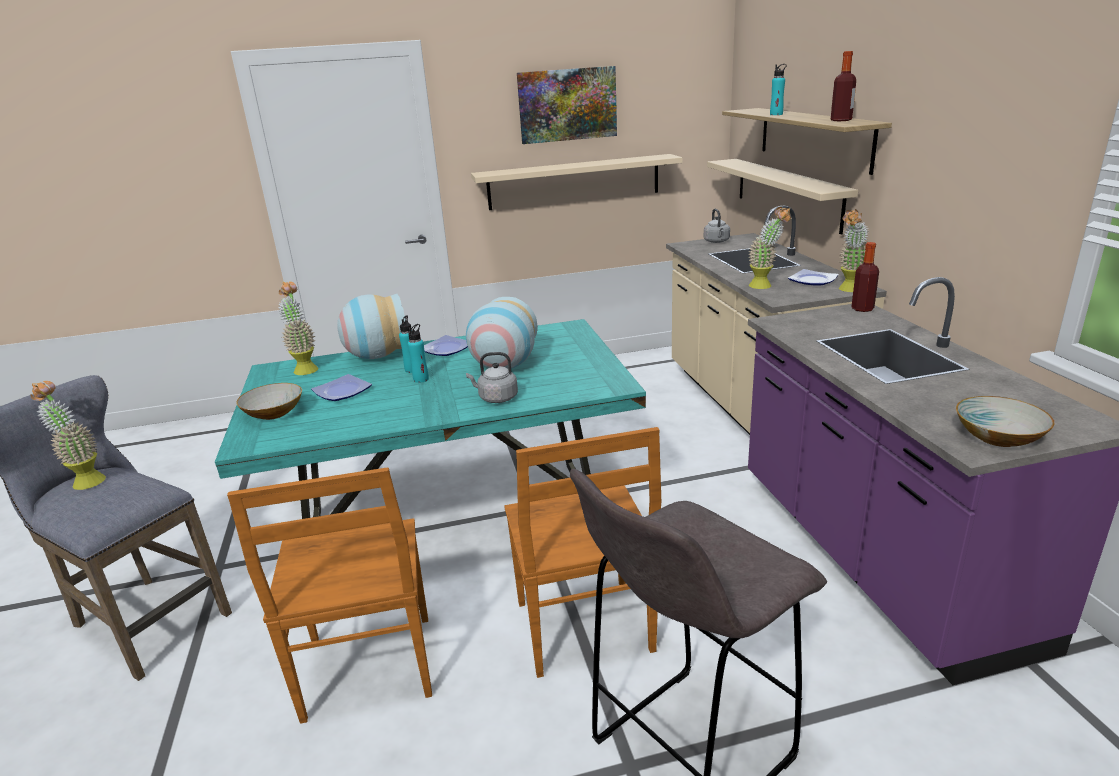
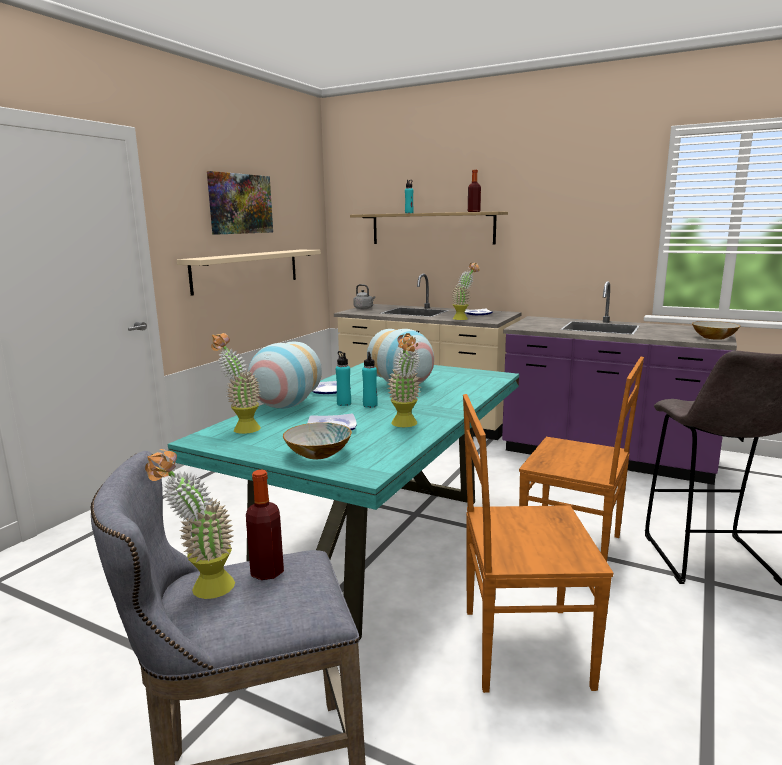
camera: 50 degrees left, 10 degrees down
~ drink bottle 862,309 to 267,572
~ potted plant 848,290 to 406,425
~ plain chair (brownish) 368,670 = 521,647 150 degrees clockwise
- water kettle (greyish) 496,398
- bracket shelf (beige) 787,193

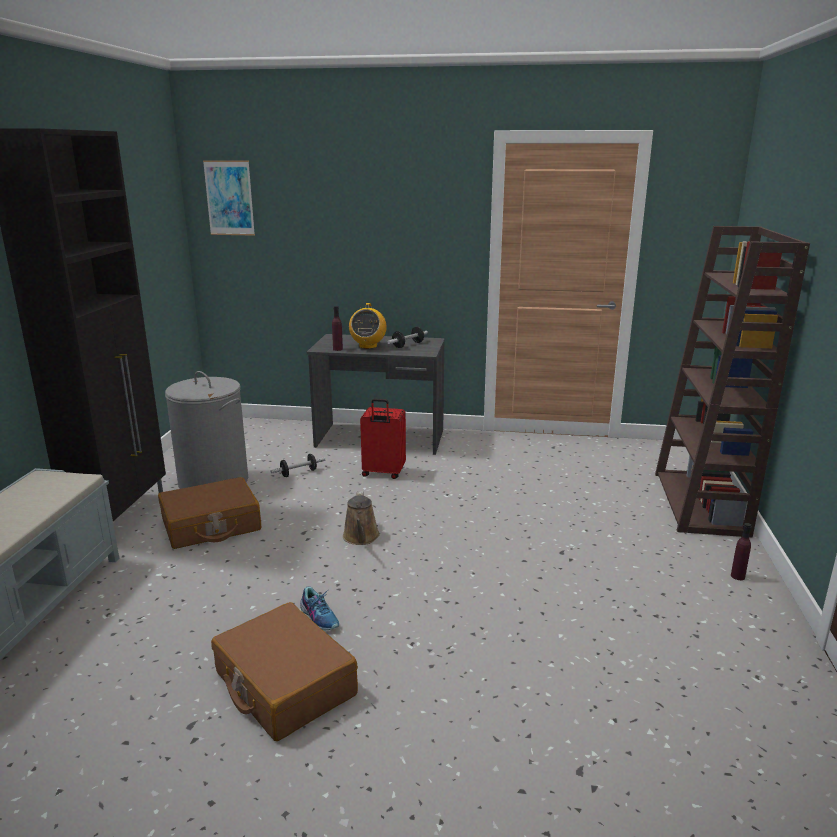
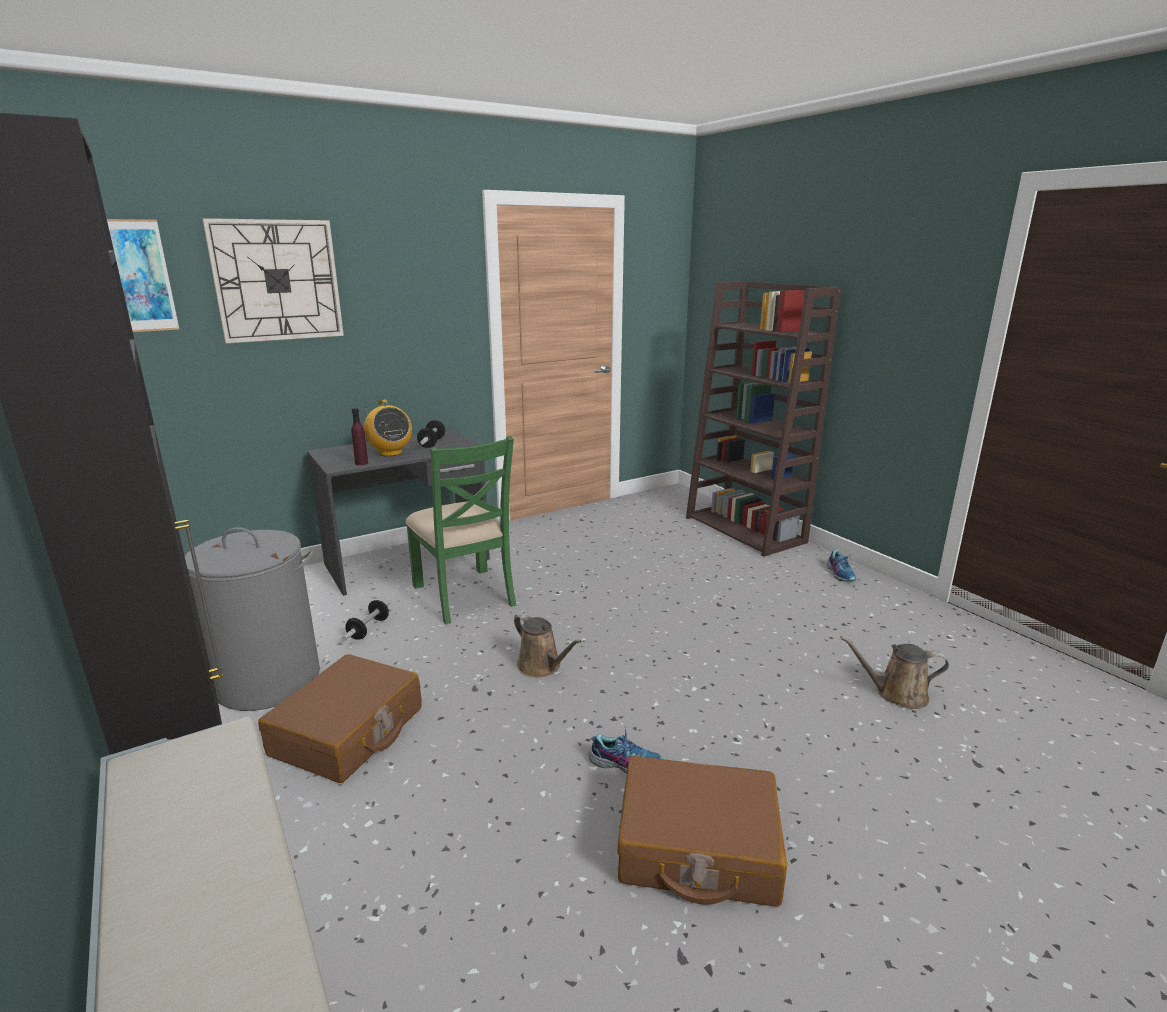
camera: 40 degrees left, 0 degrees up
+ hanging clock 277,280
~ suitcase (red) 383,473 to plain chair (greenish) 465,595
~ drink bottle (purple) 737,576 to item of footwear 841,573
+ watering pot (brownish) 896,694

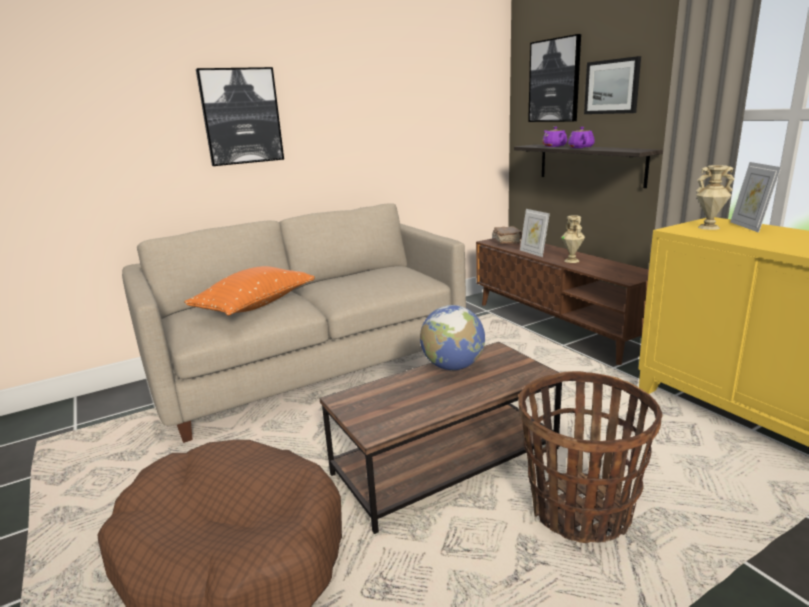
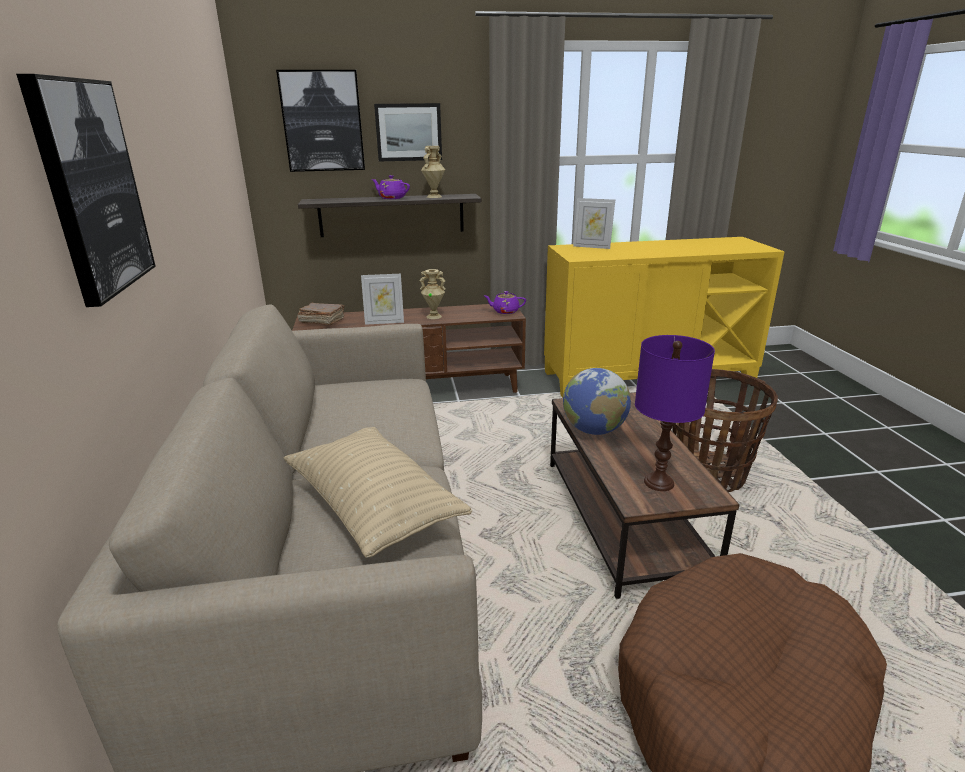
camera: 70 degrees left, 5 degrees up
~ cushion (orange) 255,306 to cushion (beige) 373,506
~ decorative vase (beige) 708,227 to 434,197
~ tea pot (purple) 554,146 to 505,311
+ table lamp (purple) 658,482

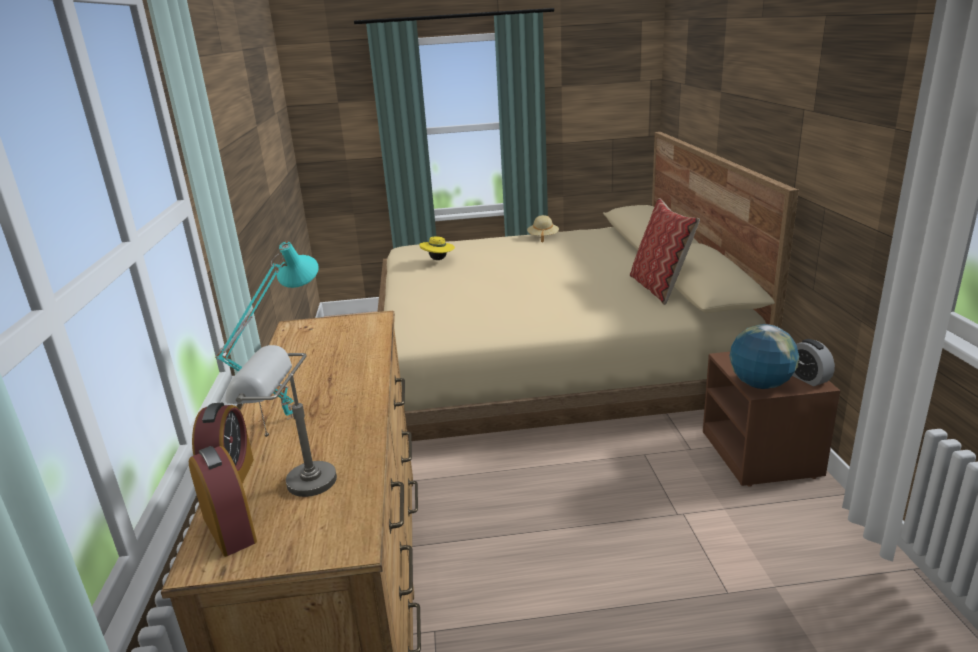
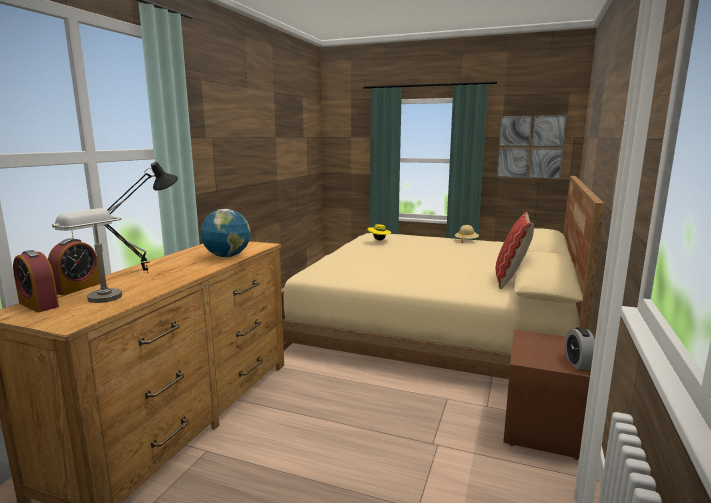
camera: 25 degrees right, 10 degrees down
~ bedside clock 229,529 = 38,305 135 degrees clockwise
~ table lamp (blue-green) 288,417 to table lamp (blackish) 146,272
~ world globe 760,384 to 227,256
+ wall picture 530,147

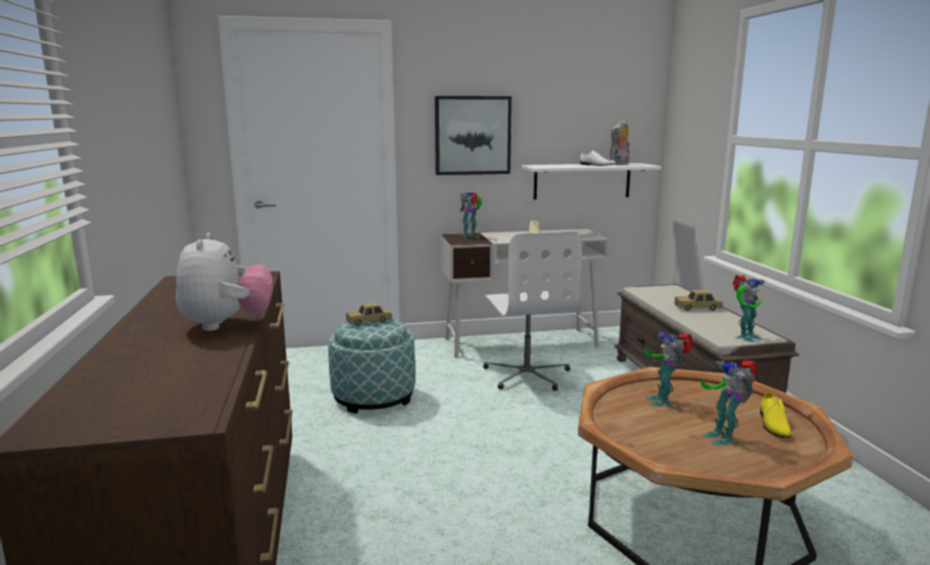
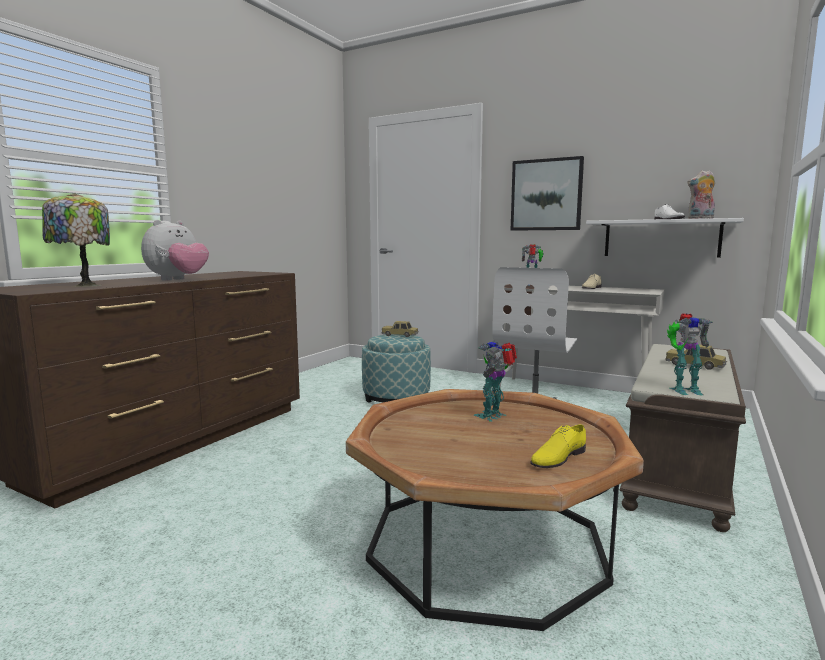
camera: 40 degrees right, 5 degrees down
+ table lamp 84,285
- toy robot 723,437

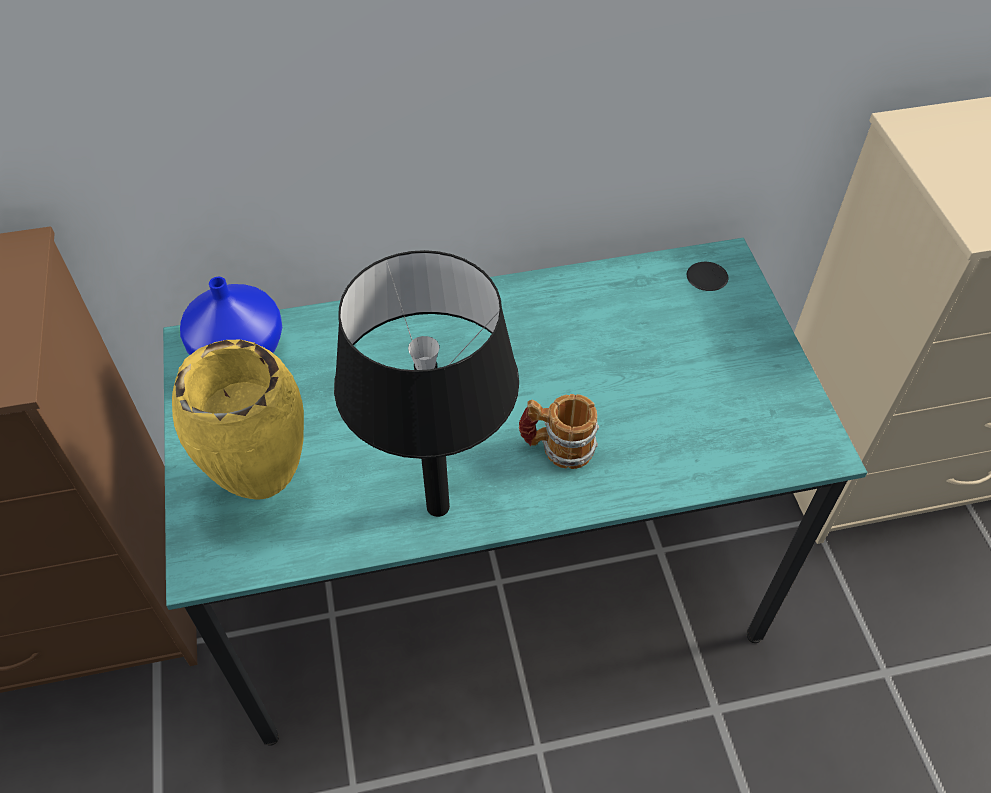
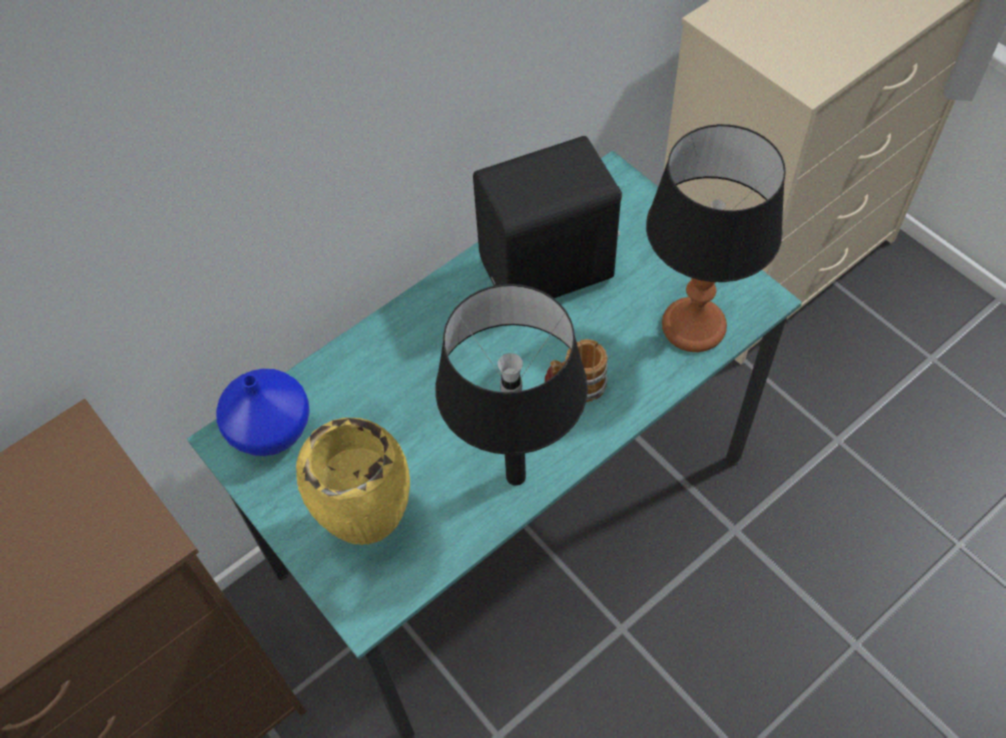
camera: 25 degrees left, 5 degrees up
+ speaker (blackish) 549,271
+ table lamp 694,327

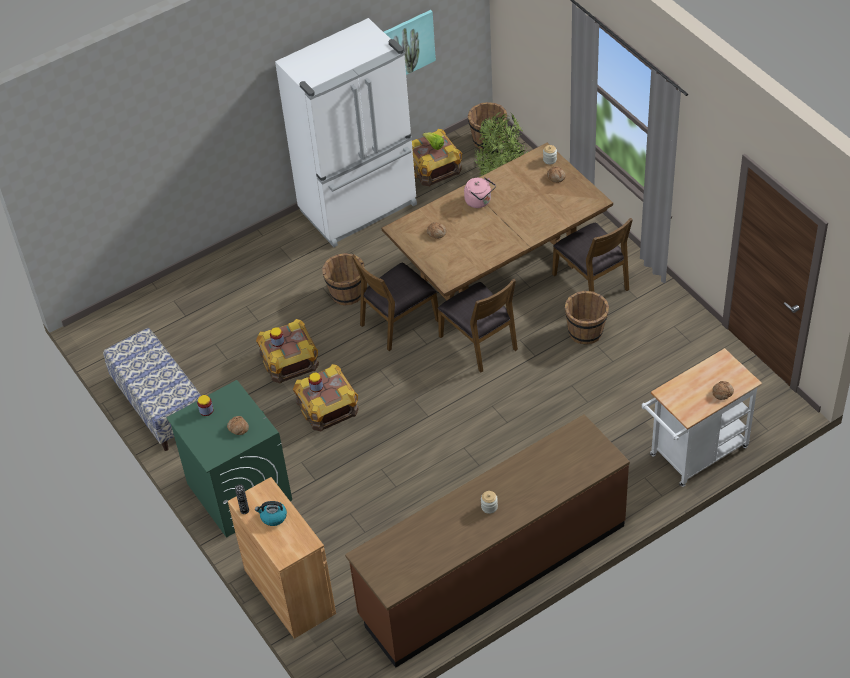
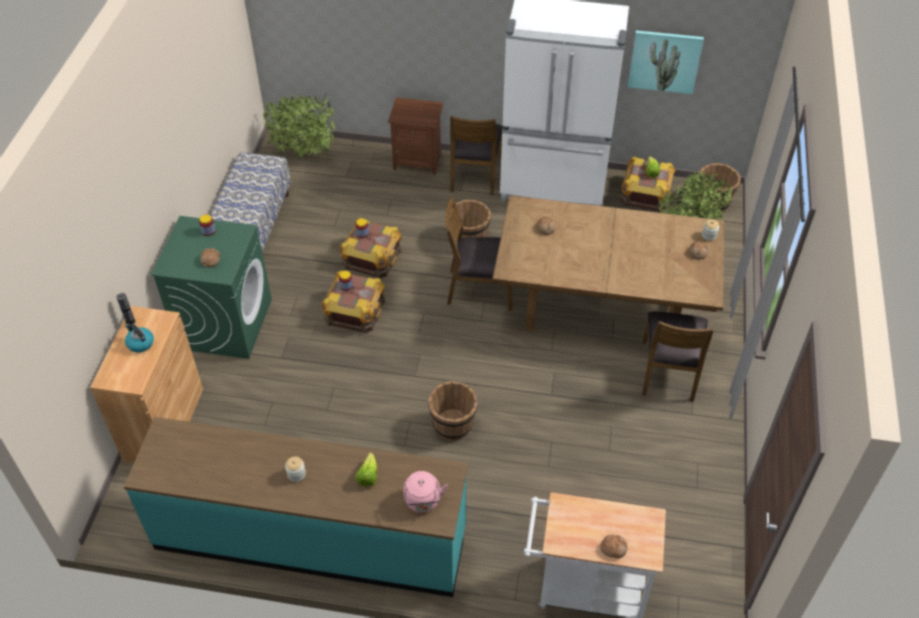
camera: 40 degrees right, 0 degrees up
~ kitchen base unit (brownish) 492,570 to kitchen base unit (blue-green) 311,538
+ potted plant 305,155
+ lettuce 368,476
+ night table (brownish) 418,160
~ water kettle (pinkish) 479,201 to 423,502
~ pail (brownish) 586,332 to 453,426
~ plain chair (brownish) 479,342 to 474,174

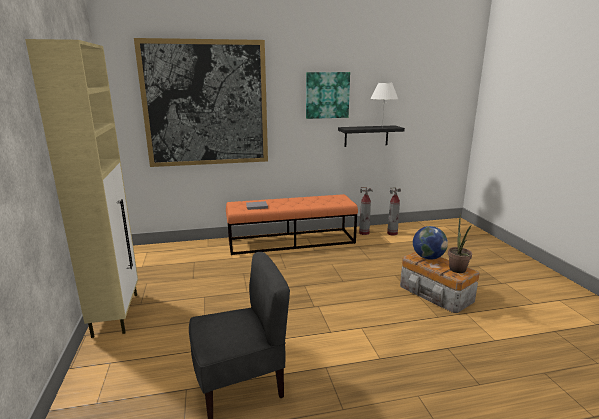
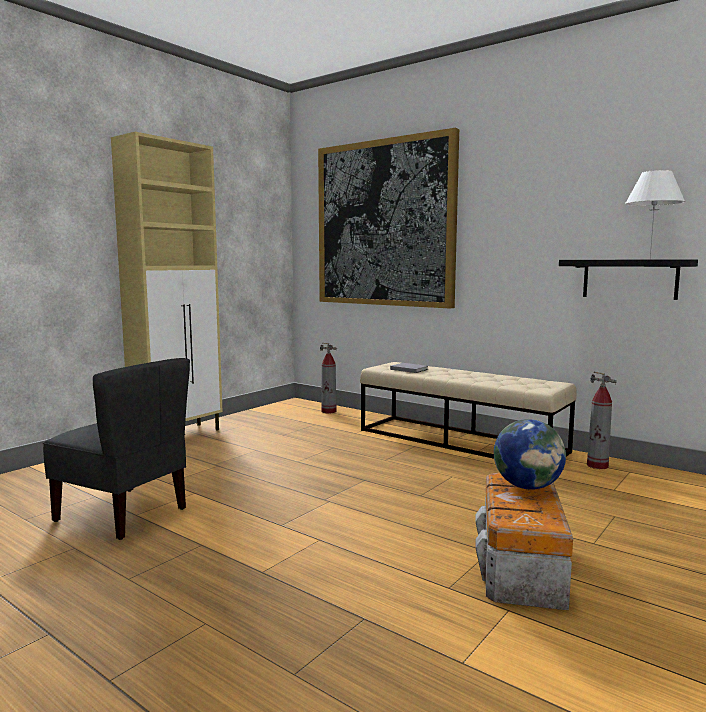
camera: 50 degrees right, 10 degrees down
~ fire extinguisher 392,233 to 329,411
~ long seat (orange) 291,241 to long seat (beige) 460,441
- wall picture 327,95
- potted plant 458,271

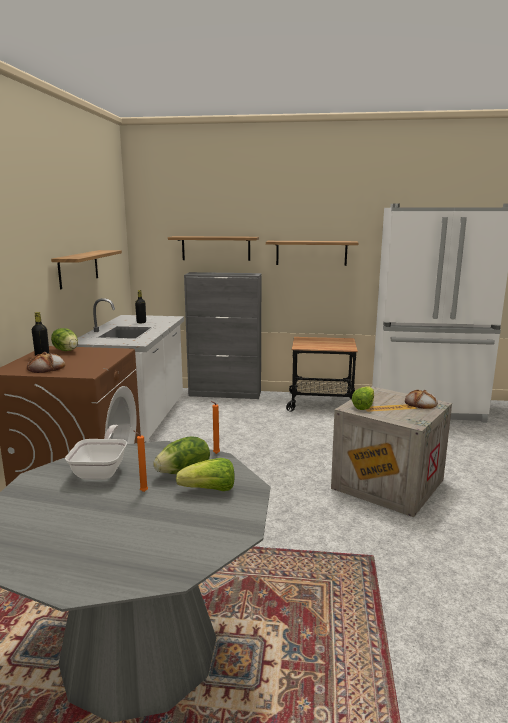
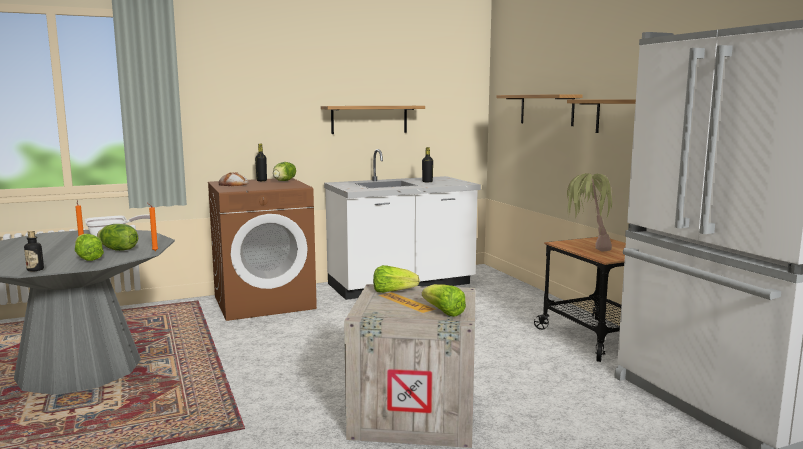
camera: 60 degrees right, 5 degrees down
+ drink bottle 35,270
~ bakery bread 421,403 to lettuce 443,312
+ potted plant 587,248
- storage cabinet (greyish) 225,394

